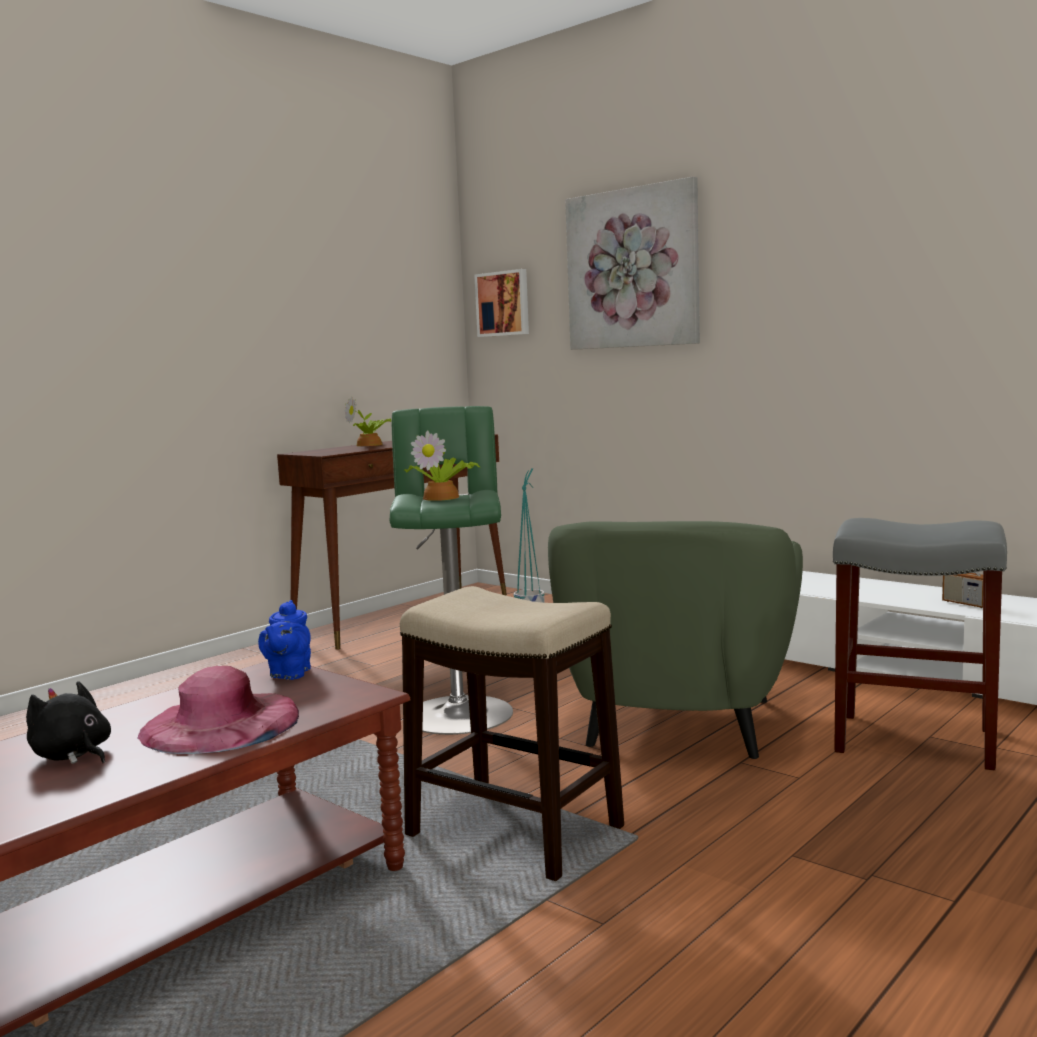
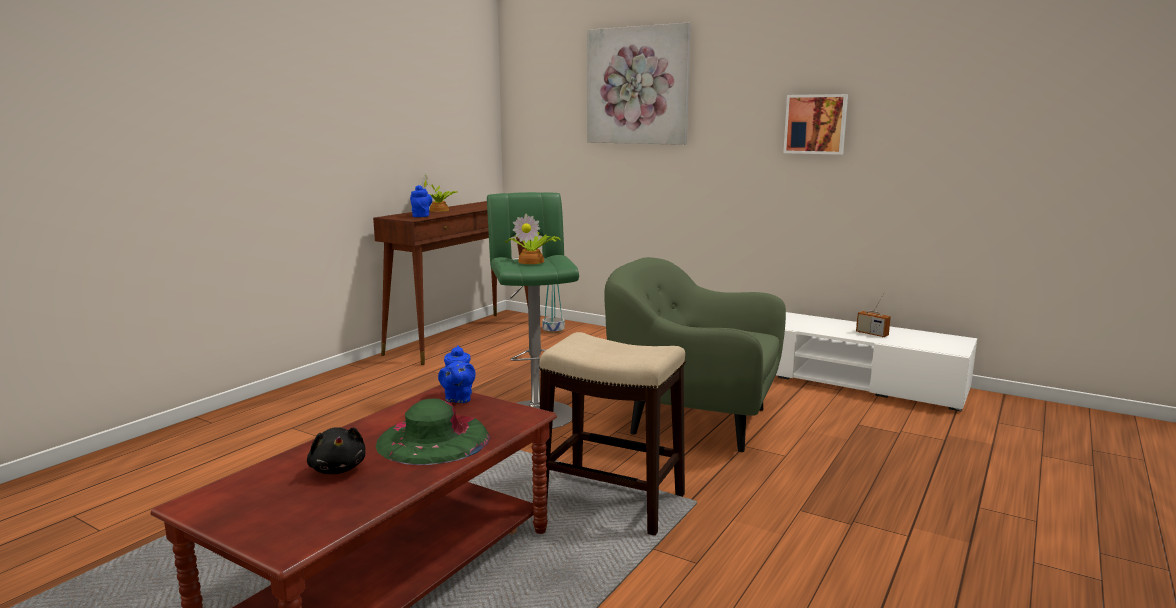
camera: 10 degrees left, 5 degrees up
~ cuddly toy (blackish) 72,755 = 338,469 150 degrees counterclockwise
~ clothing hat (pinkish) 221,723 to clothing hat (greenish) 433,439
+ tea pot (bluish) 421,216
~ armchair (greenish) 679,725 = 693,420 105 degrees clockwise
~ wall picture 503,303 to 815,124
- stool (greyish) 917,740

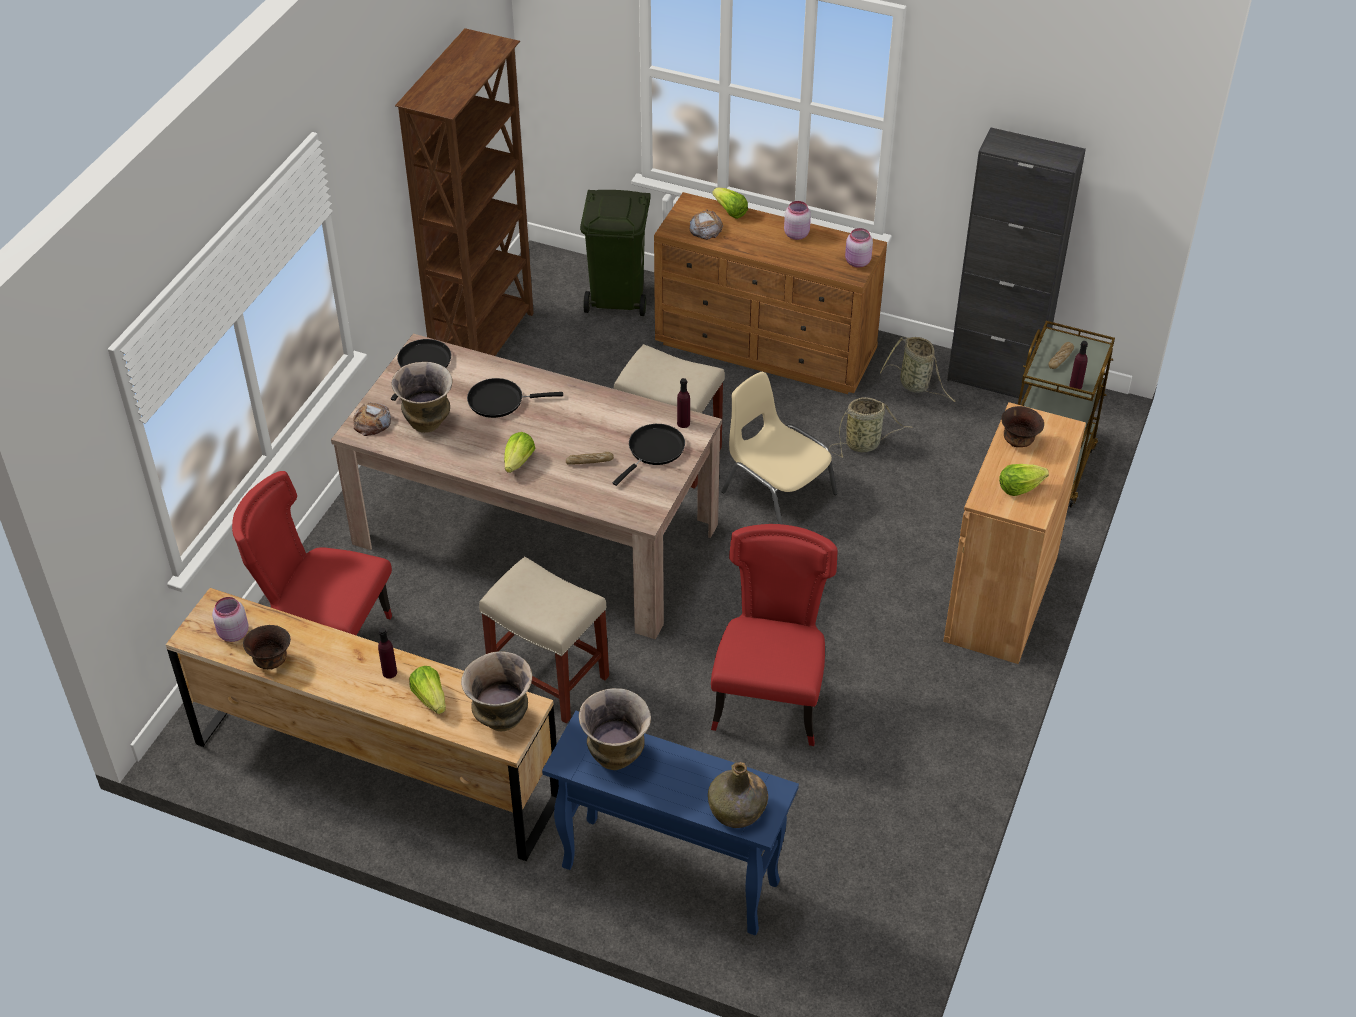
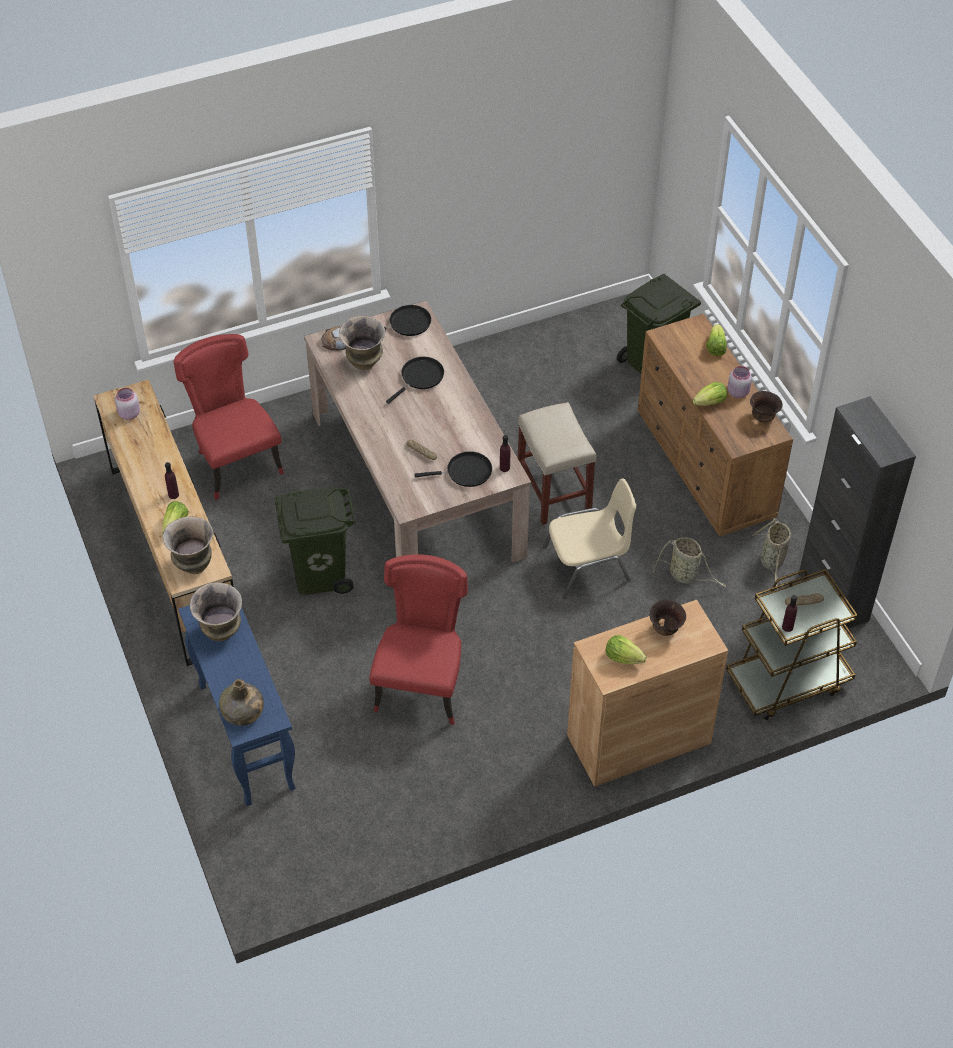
camera: 45 degrees right, 5 degrees up
~ stool (beige) 547,678 to rubbish bin (greenish) 319,574
~ plain chair (red) 770,699 = 422,685 45 degrees counterclockwise
~ pan (blackish) 500,401 = 420,377 90 degrees clockwise
~ plain chair (beige) 777,492 = 588,565 75 degrees clockwise
~ lettuce 519,462 to 710,402
~ serving bowl (brownish) 271,661 to 763,417
- bookshelf (brownish) 485,344
- bakery bread 705,228
- jar (pinkish) 857,262

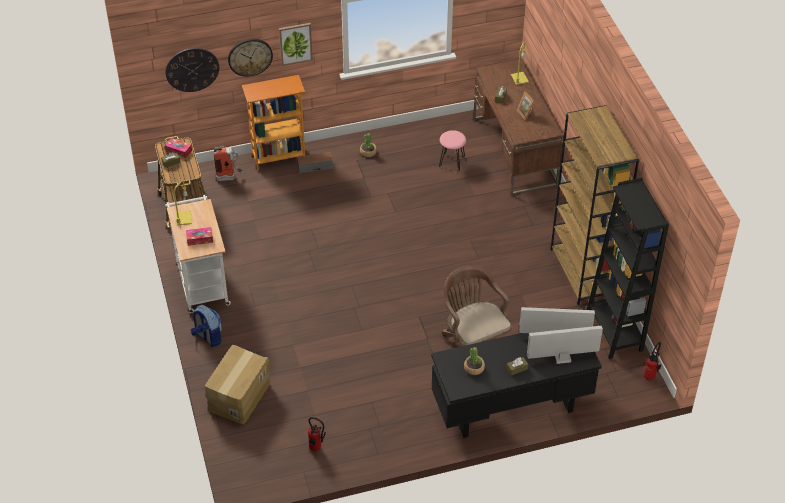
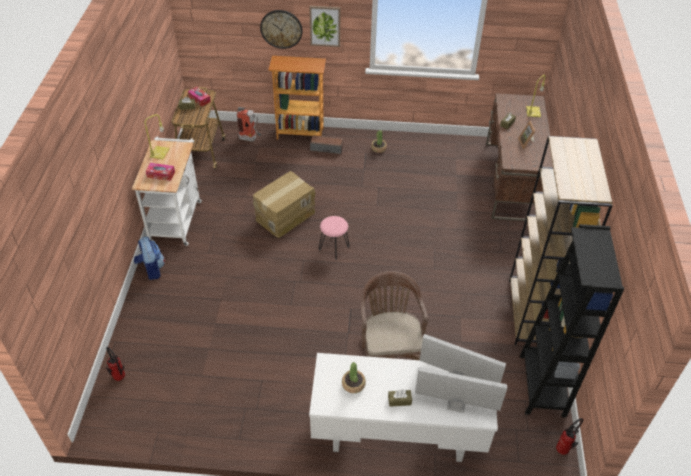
camera: 20 degrees right, 0 degrees up
~ fire extinguisher 316,448 to 120,378
~ packing box 239,396 to 285,216
~ desk table (blackish) 511,408 to desk table (white-coloured) 397,435
~ stool (pinkish) 451,162 to 333,248
- hanging clock 192,69

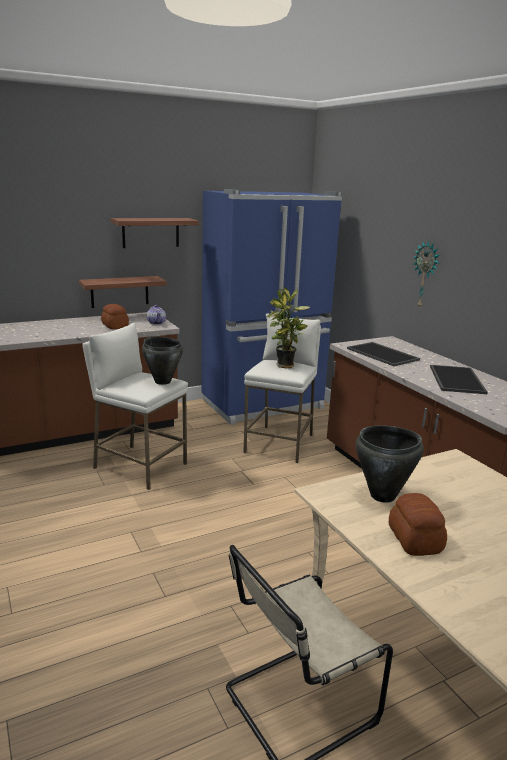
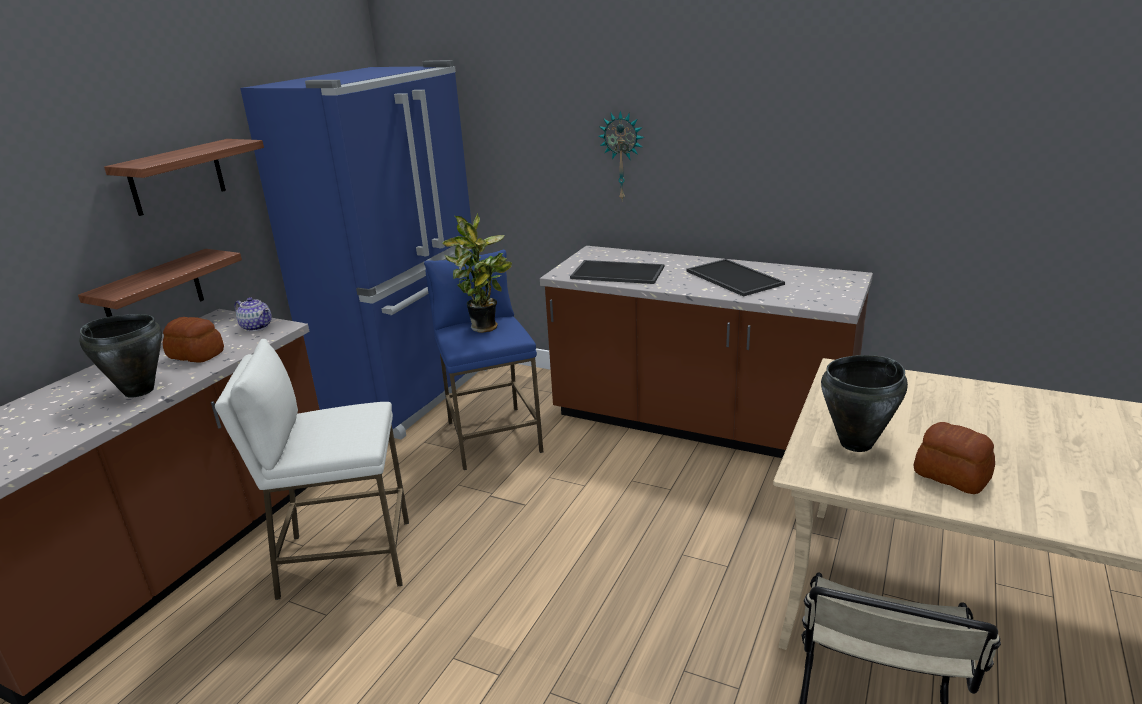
camera: 35 degrees left, 5 degrees up
~ cooking pot (blackish) 162,381 to 139,391
~ stool (white-coloured) 280,443 to stool (bluish) 492,437

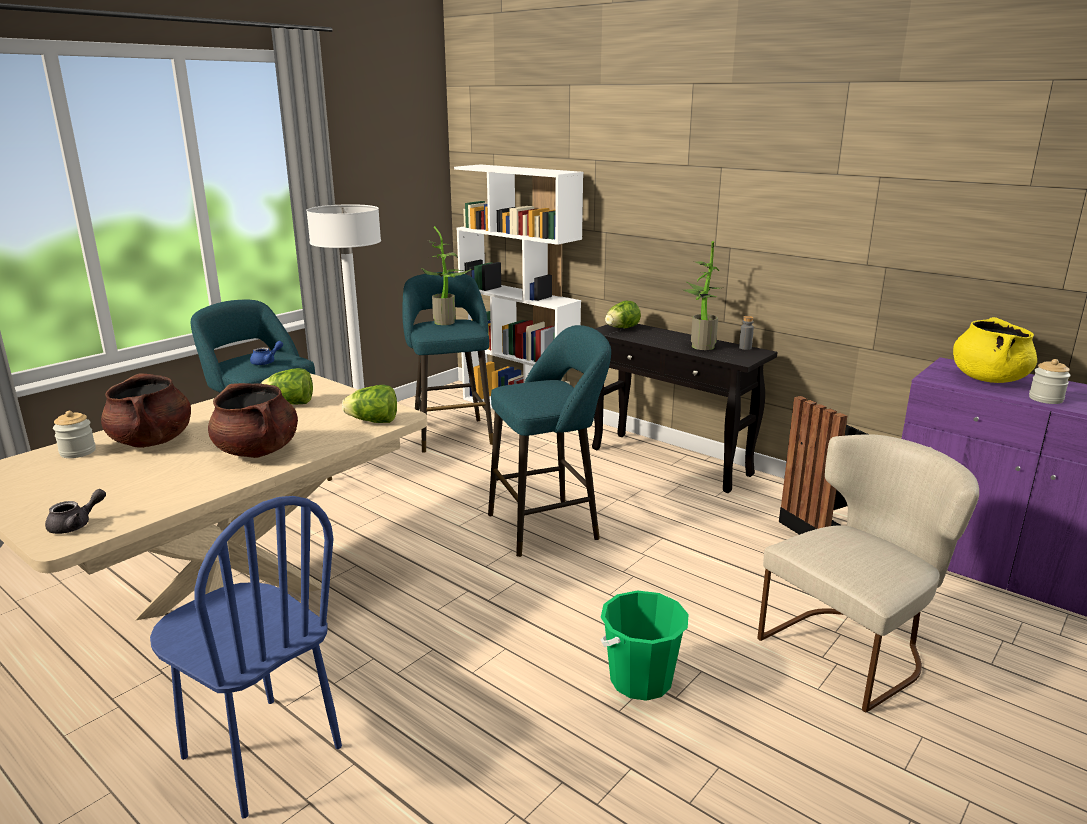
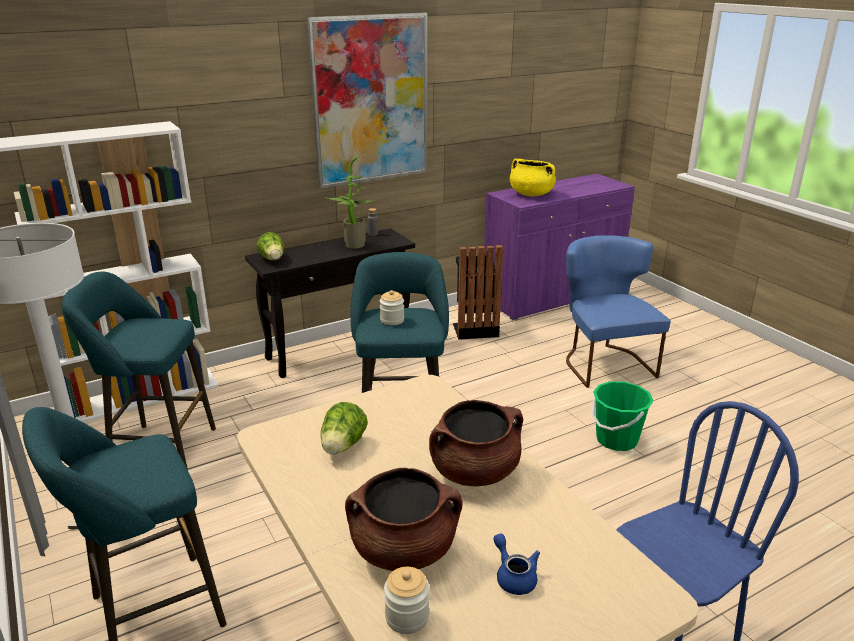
camera: 70 degrees left, 5 degrees up
+ wall picture 371,100
~ jar 1045,399 to 392,320
~ tea pot (bluish) 267,362 to 514,576
~ plain chair (beige) 853,648 to plain chair (bluish) 603,362
- tea pot (greyish) 76,525
- lettuce 373,422
- potted plant 447,322

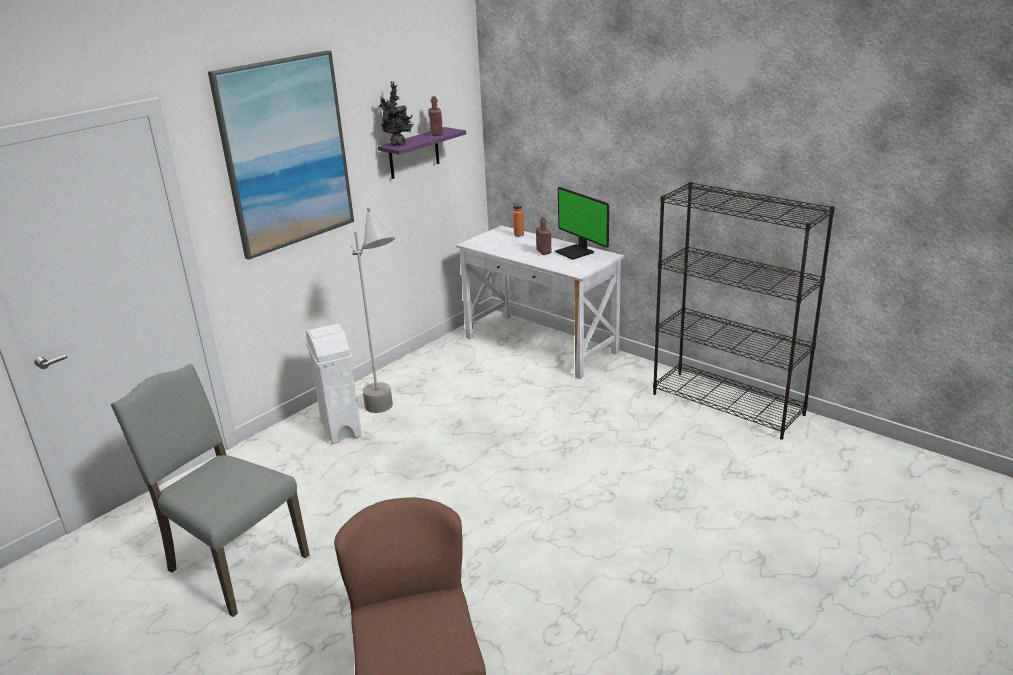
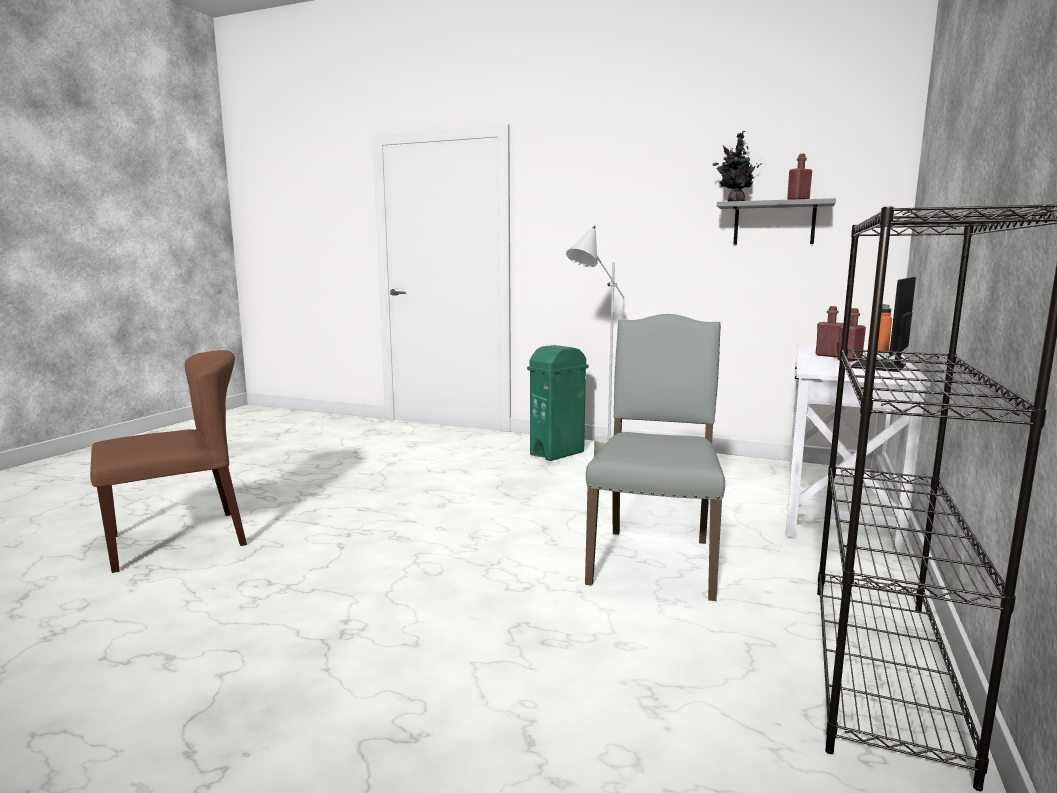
camera: 70 degrees right, 15 degrees down
~ rubbish bin (white-coloured) 341,428 to rubbish bin (greenish) 558,453
~ plain chair (greyish) 233,563 to 654,560
~ bracket shelf (purple) 414,153 to bracket shelf (greyish) 774,223
+ drink bottle (red) 828,355
- wall picture 286,153

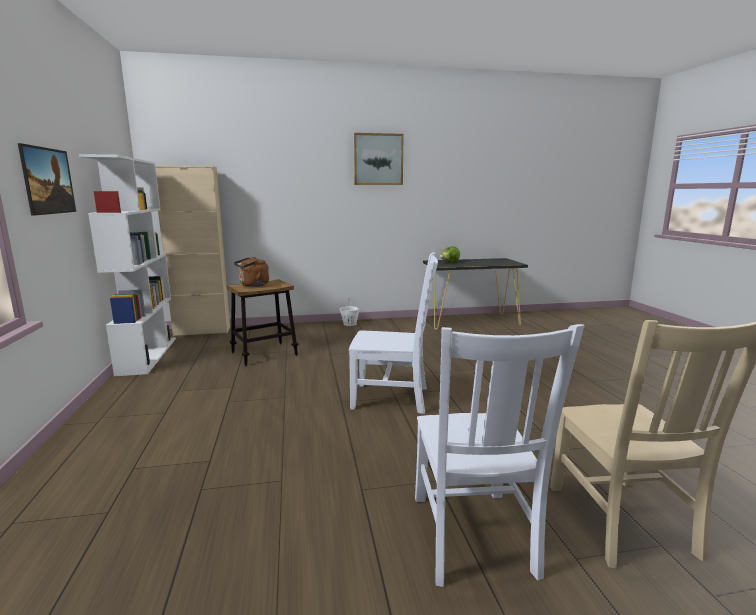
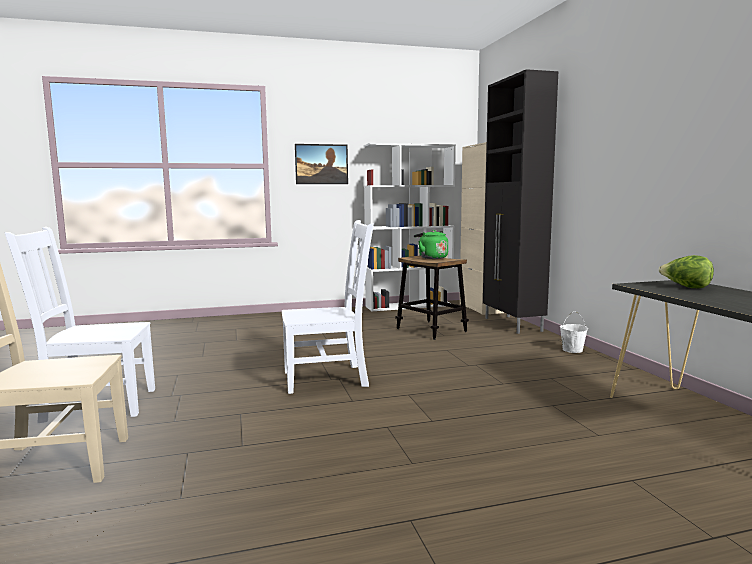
camera: 85 degrees right, 5 degrees down
~ plain chair (white-coloured) 393,398 = 328,378 105 degrees counterclockwise
~ water kettle (brownish) 252,285 to water kettle (greenish) 431,257
+ storage cabinet (blackish) 512,324
- wall picture 378,159

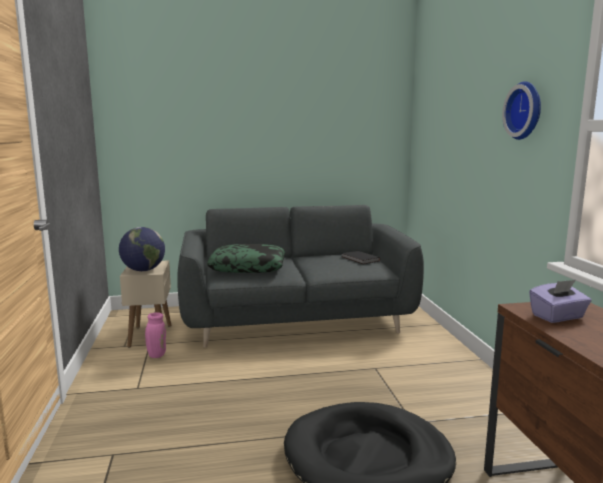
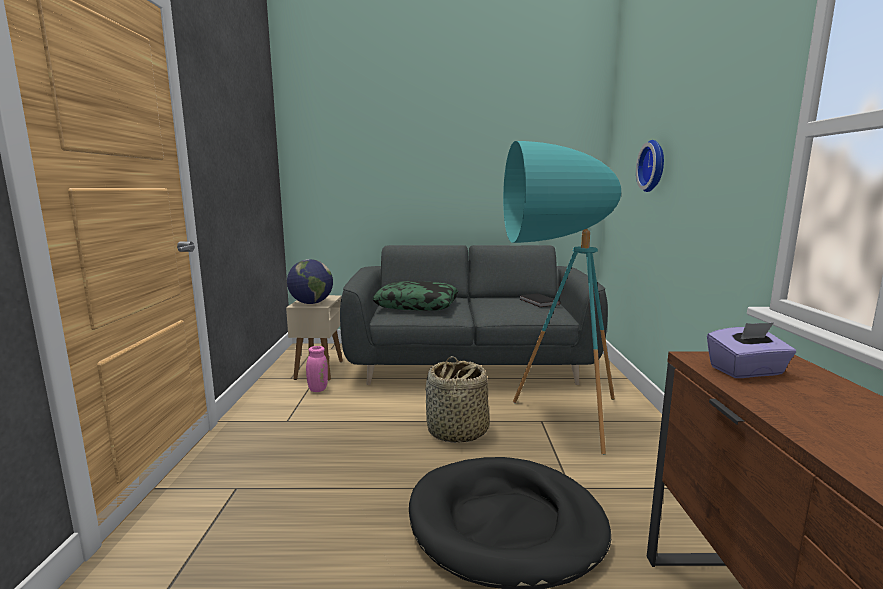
camera: 10 degrees right, 0 degrees up
+ basket 456,431
+ floor lamp (blue-green) 551,416
~ hanging clock 526,111 to 654,166

